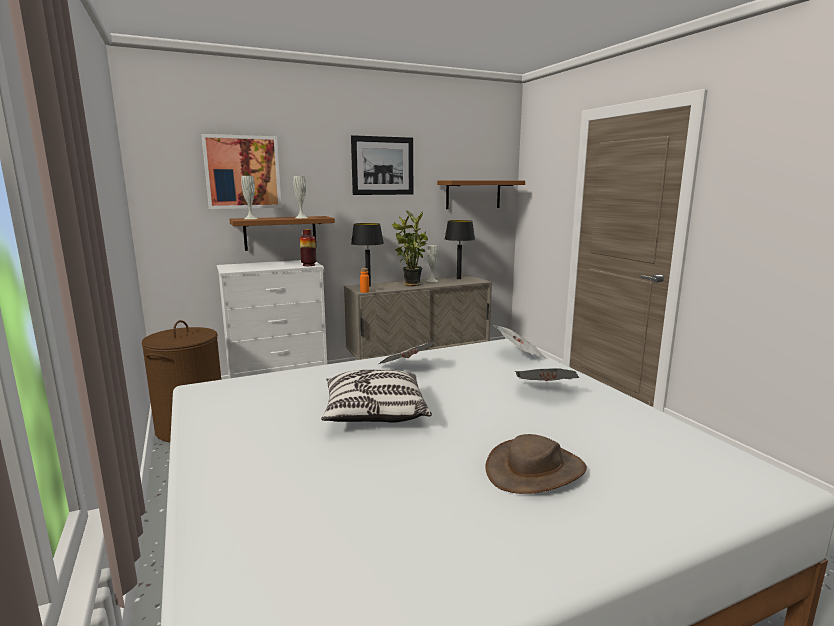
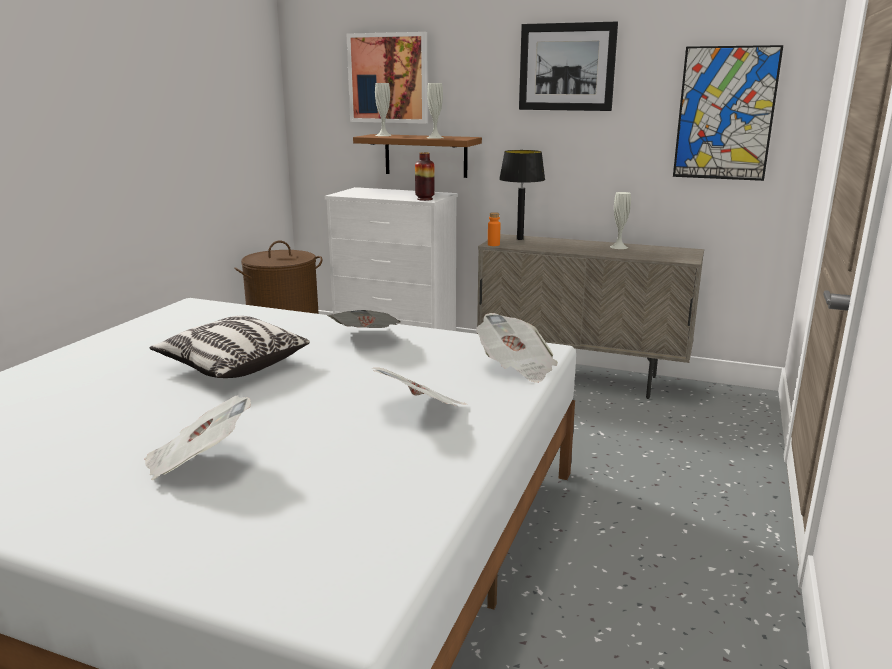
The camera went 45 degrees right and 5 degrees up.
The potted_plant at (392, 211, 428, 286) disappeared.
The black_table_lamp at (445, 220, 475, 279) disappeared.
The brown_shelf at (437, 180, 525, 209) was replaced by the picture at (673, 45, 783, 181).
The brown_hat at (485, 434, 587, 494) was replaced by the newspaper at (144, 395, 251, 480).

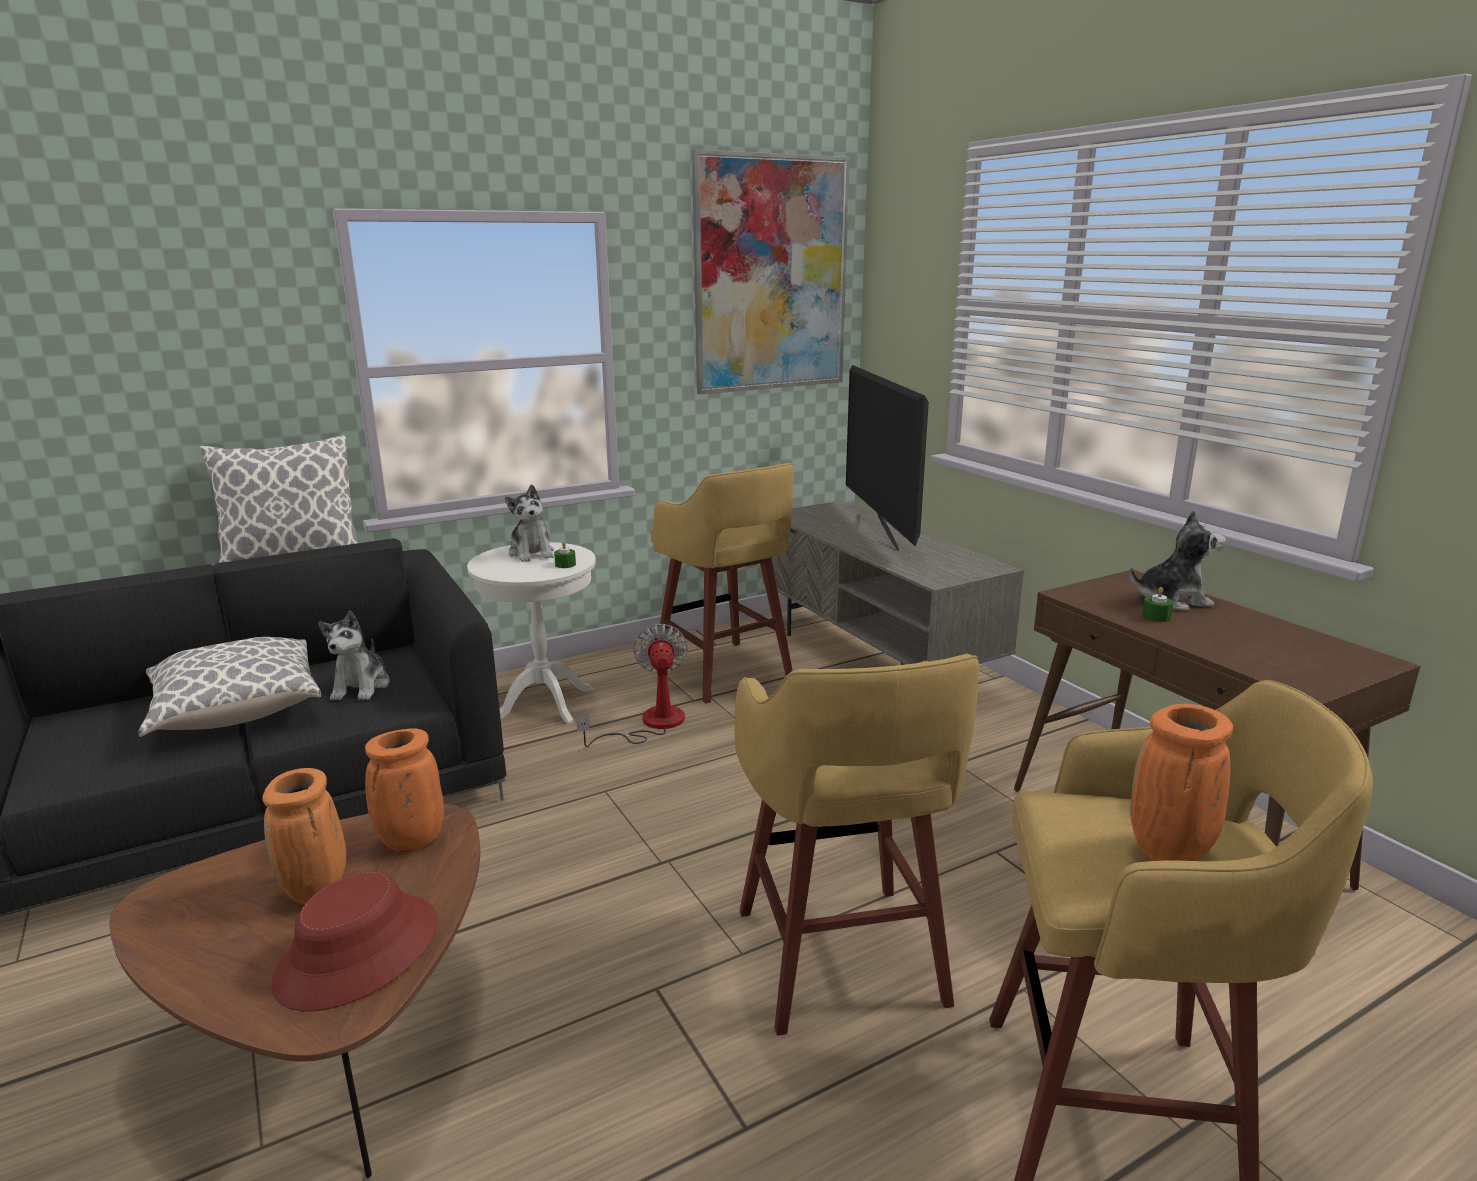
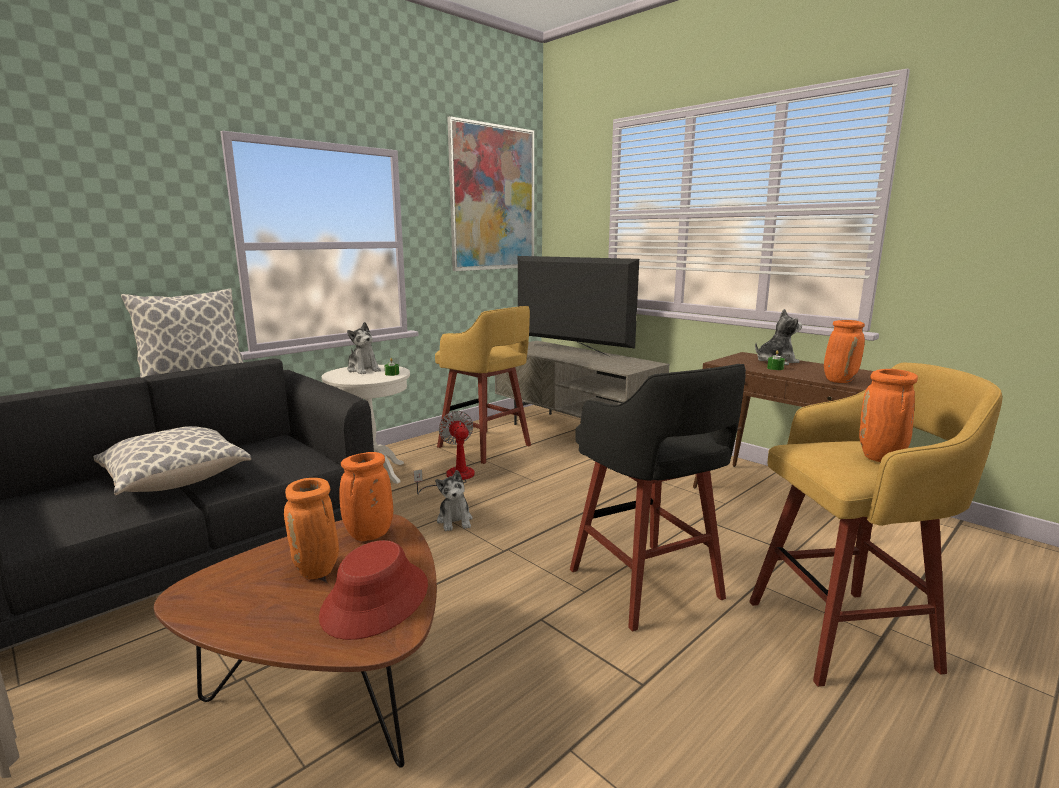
The camera went 15 degrees left and 5 degrees down.
The orange_vase at (824, 320, 865, 383) appeared.
The plush_toy moved from (318, 611, 390, 700) to (435, 470, 473, 531).
The yellow_stool at (734, 654, 979, 1036) became the black_stool at (570, 364, 746, 632).
The television at (846, 365, 929, 551) turned 150 degrees clockwise.

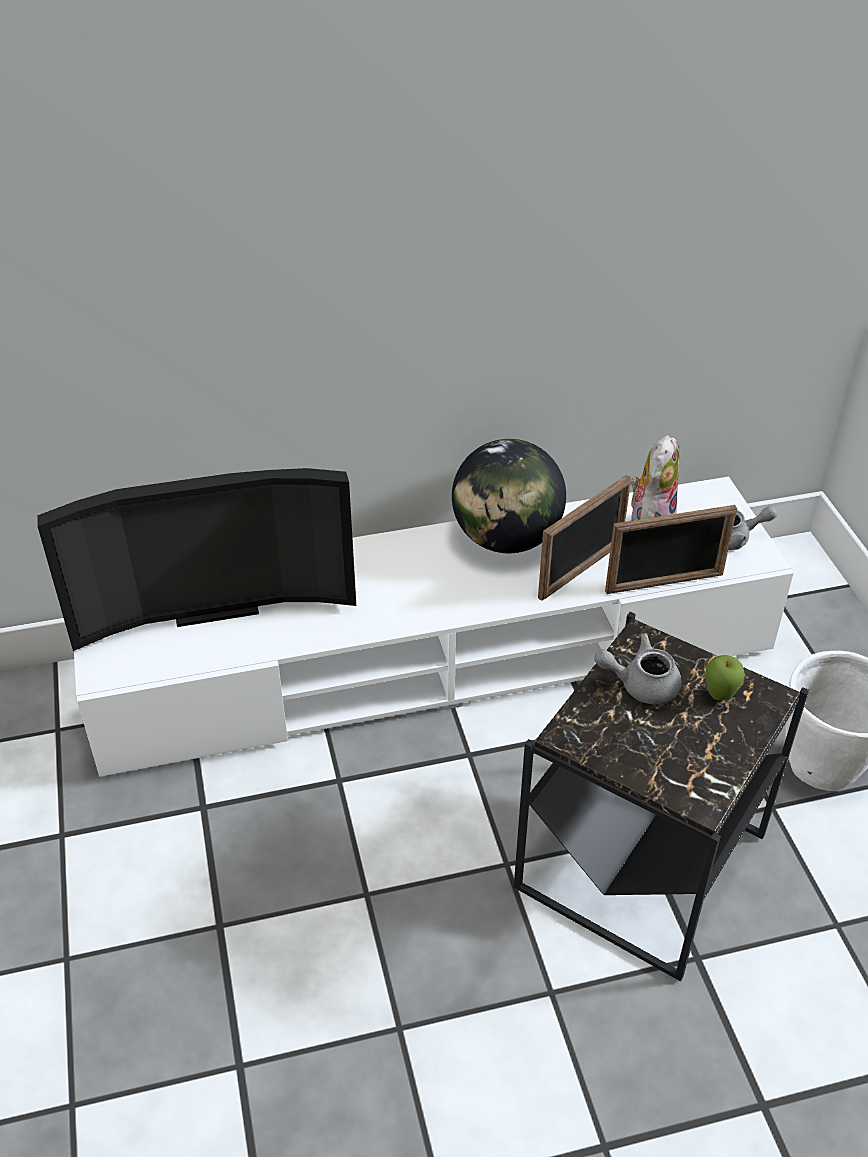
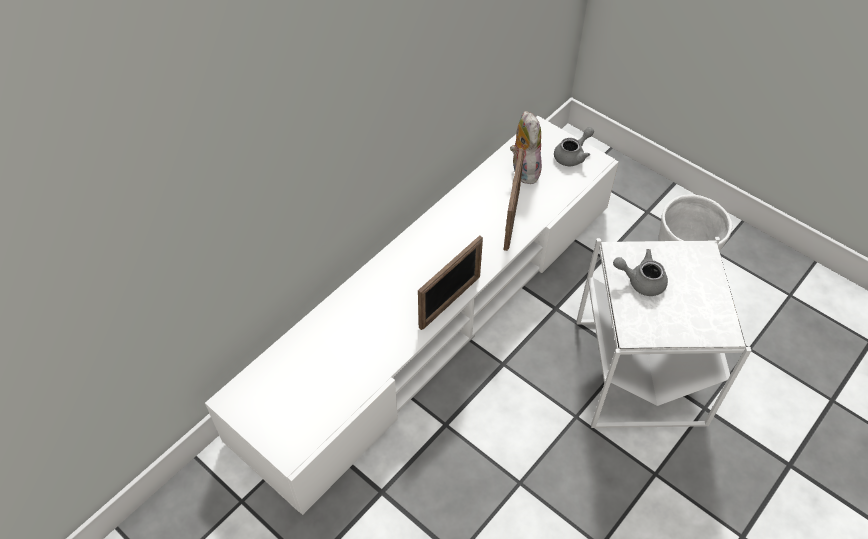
The camera went 35 degrees left and 10 degrees up.
The television at (38, 468, 356, 651) disappeared.
The globe at (452, 439, 566, 553) disappeared.
The apple at (706, 655, 745, 701) disappeared.
The picture_frame moved from (605, 505, 737, 594) to (418, 235, 483, 330).
The black_side_table at (514, 612, 809, 981) became the white_side_table at (576, 237, 751, 428).
The grey_teapot at (594, 633, 682, 704) turned 45 degrees clockwise.

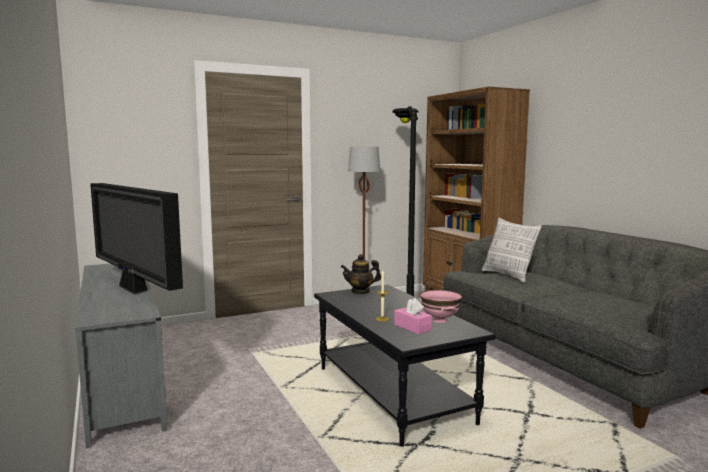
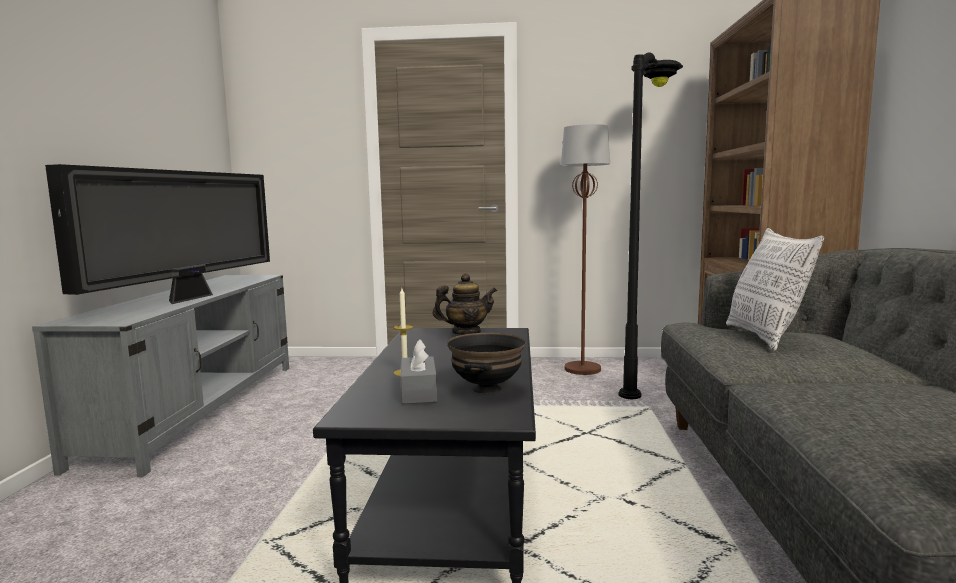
The camera went 30 degrees right and 0 degrees up.
The pink_tissue_box at (394, 298, 432, 334) became the grey_tissue_box at (400, 339, 437, 404).
The pink_bowl at (420, 290, 462, 323) became the black_bowl at (447, 333, 526, 394).
The television at (90, 183, 183, 295) turned 150 degrees counterclockwise.
The teapot at (341, 254, 381, 294) turned 150 degrees clockwise.

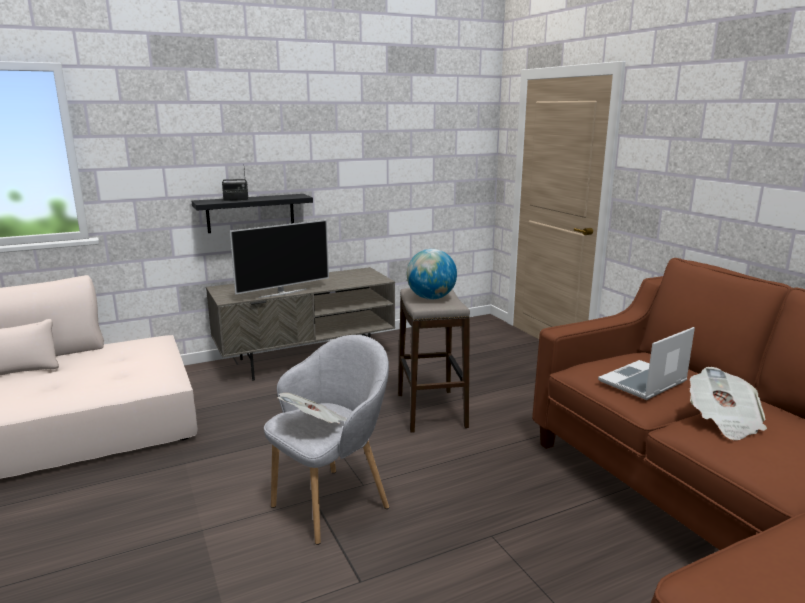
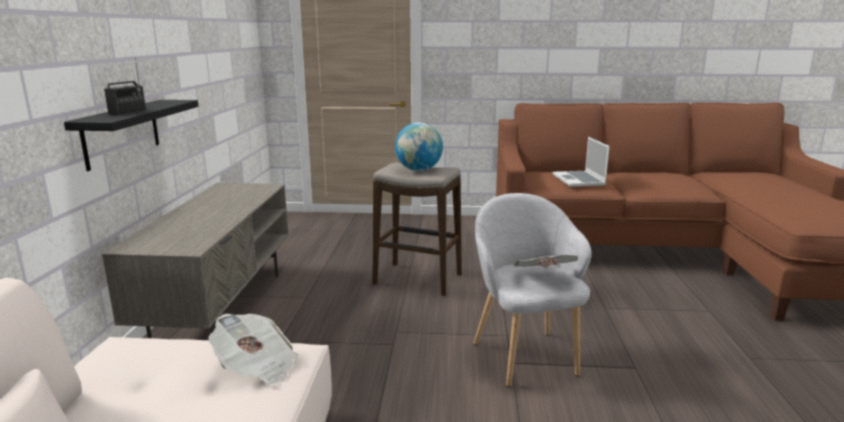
The camera went 60 degrees left and 0 degrees up.
The television at (230, 220, 329, 298) disappeared.
The newspaper moved from (690, 367, 767, 440) to (208, 314, 298, 386).

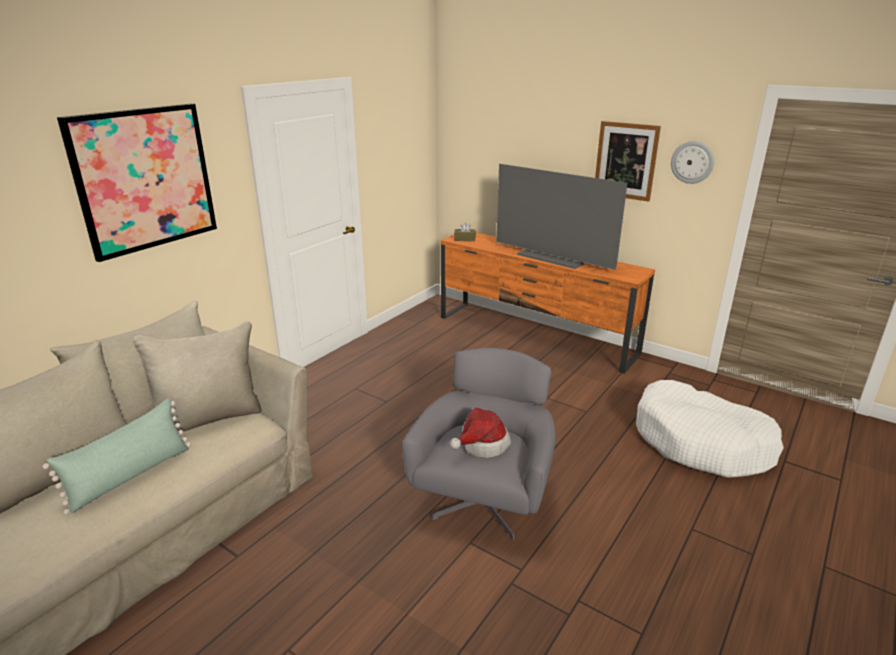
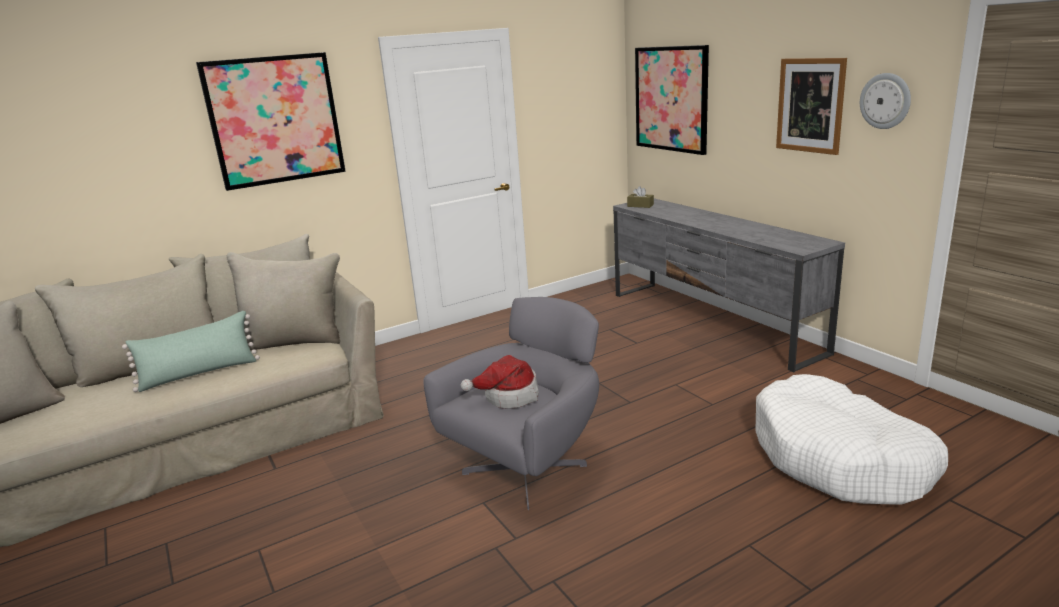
The camera went 25 degrees right and 5 degrees down.
The television at (496, 164, 627, 270) disappeared.
The picture at (635, 45, 709, 155) appeared.
The orange_tv_stand at (440, 232, 655, 374) became the grey_tv_stand at (613, 198, 845, 372).

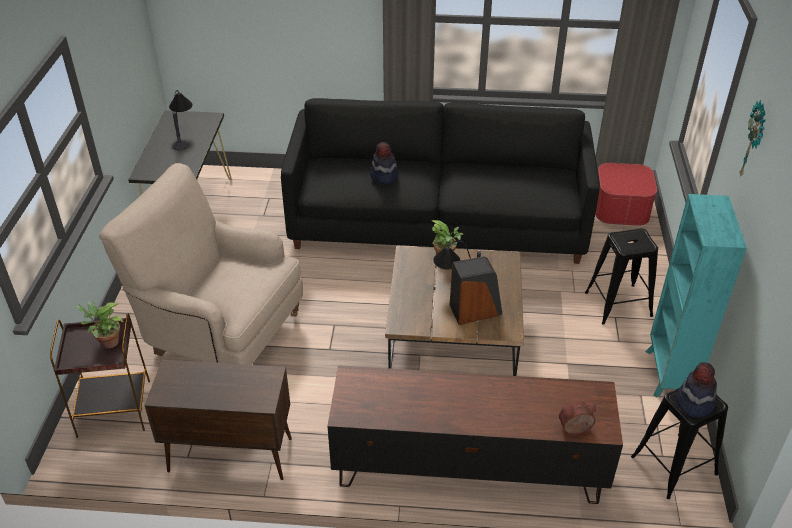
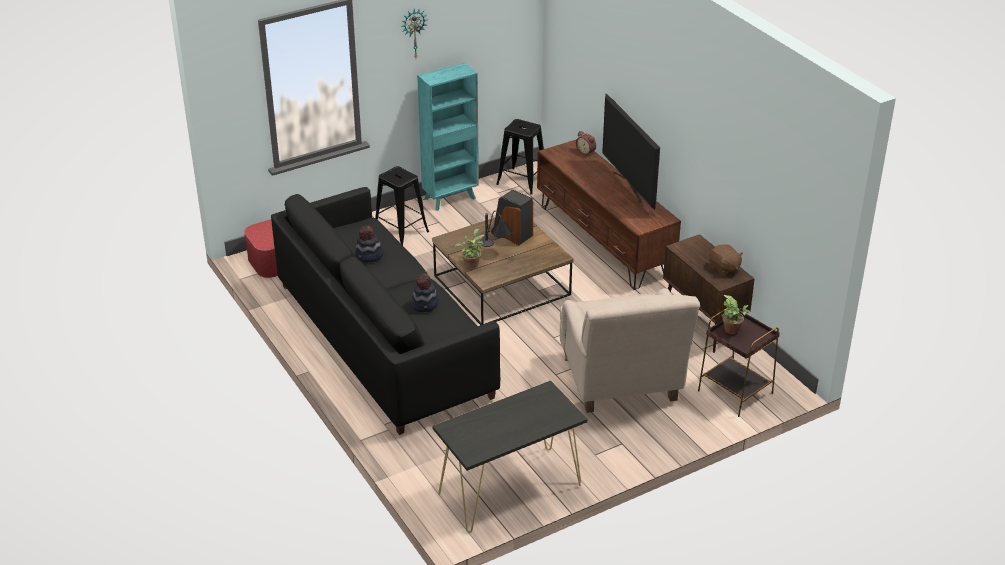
The camera went 125 degrees left and 5 degrees down.
The table_lamp at (169, 90, 193, 150) disappeared.
The television at (602, 94, 660, 210) appeared.
The brown_plush_toy at (709, 244, 743, 276) appeared.
The hat moved from (676, 362, 717, 418) to (355, 226, 384, 262).

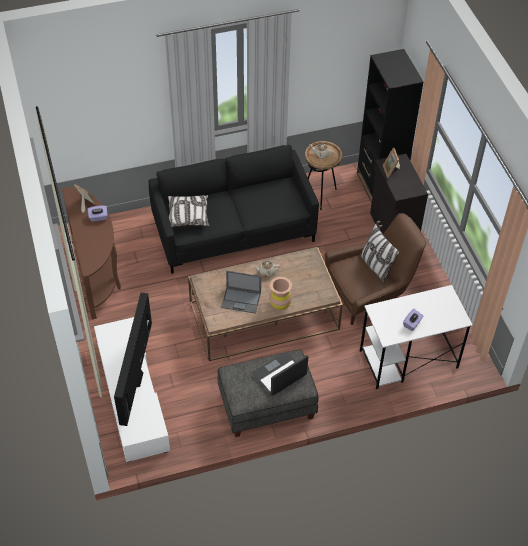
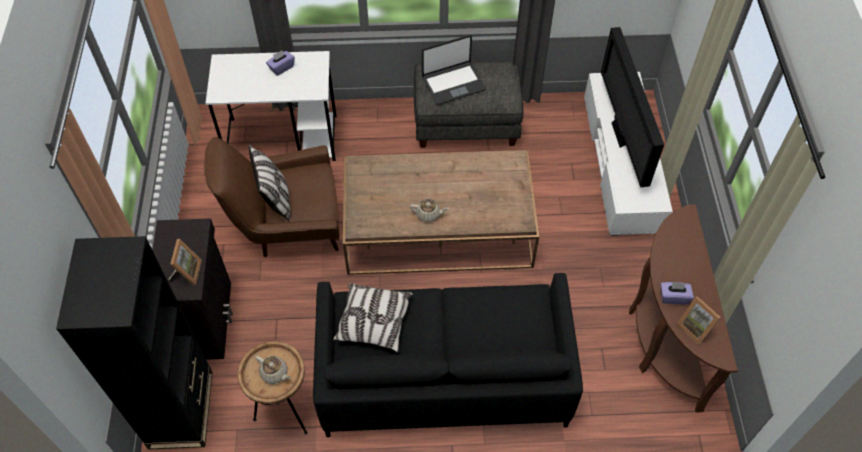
The camera went 165 degrees left and 5 degrees up.
The laptop at (221, 271, 261, 314) disappeared.
The brown_vase at (269, 277, 292, 310) disappeared.
The pillow moved from (168, 195, 209, 228) to (333, 283, 413, 352).
The television at (114, 293, 152, 426) turned 150 degrees clockwise.

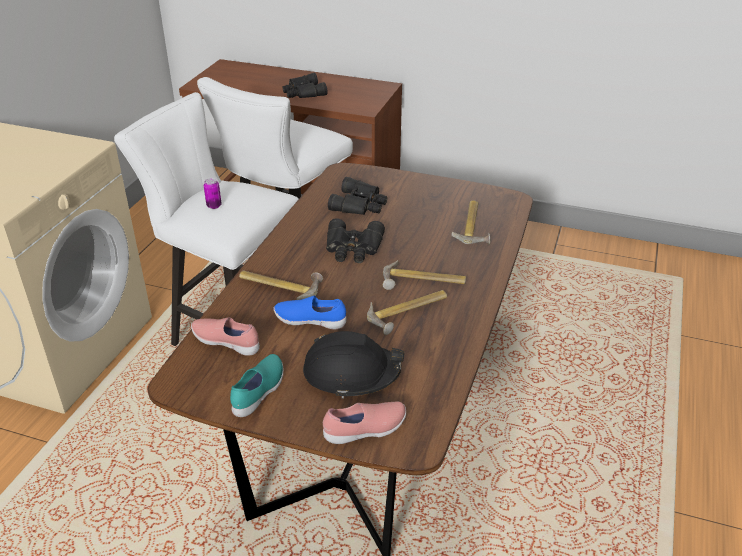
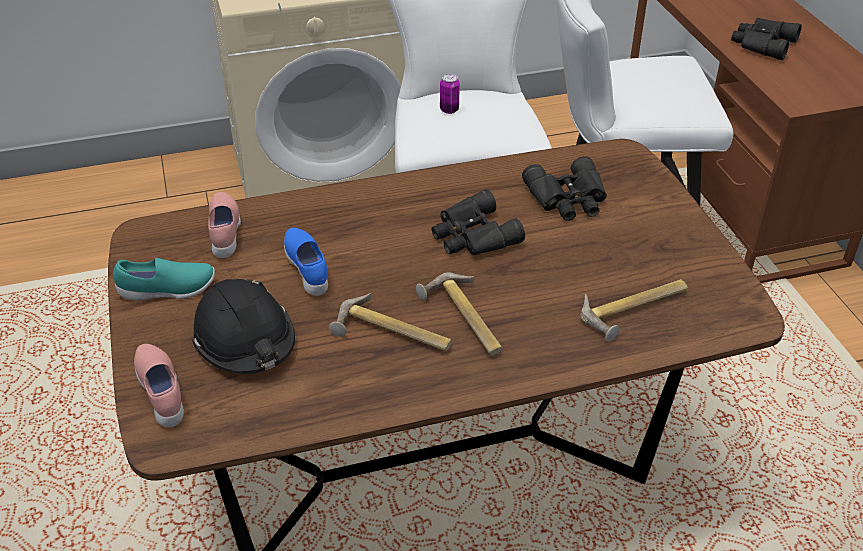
The camera went 55 degrees right and 5 degrees up.
The hammer at (239, 271, 323, 300) disappeared.
The pink_shoe at (323, 401, 406, 444) turned 150 degrees counterclockwise.

